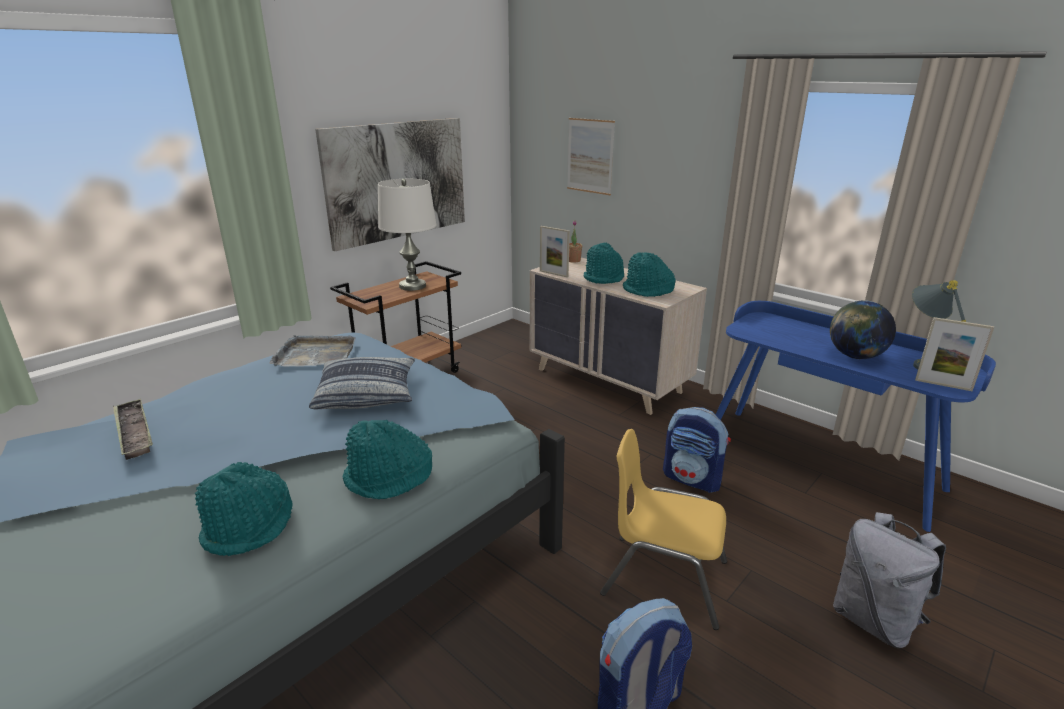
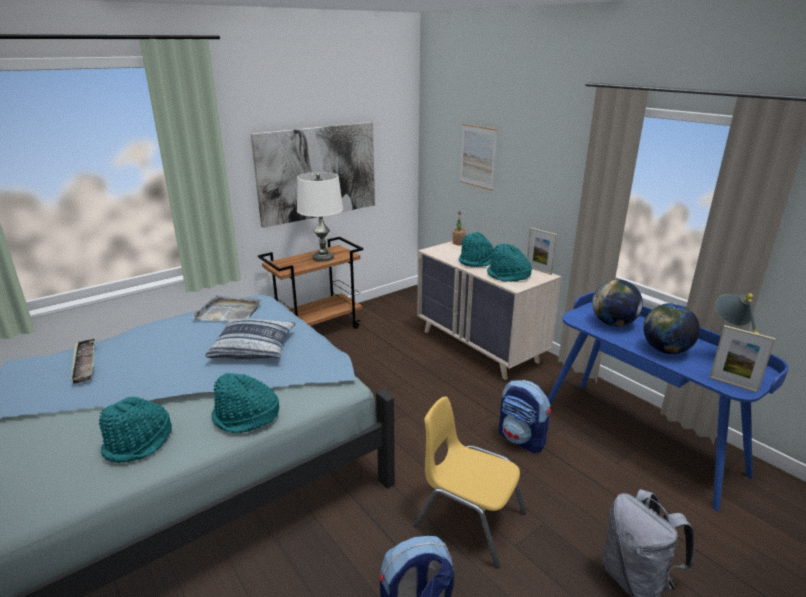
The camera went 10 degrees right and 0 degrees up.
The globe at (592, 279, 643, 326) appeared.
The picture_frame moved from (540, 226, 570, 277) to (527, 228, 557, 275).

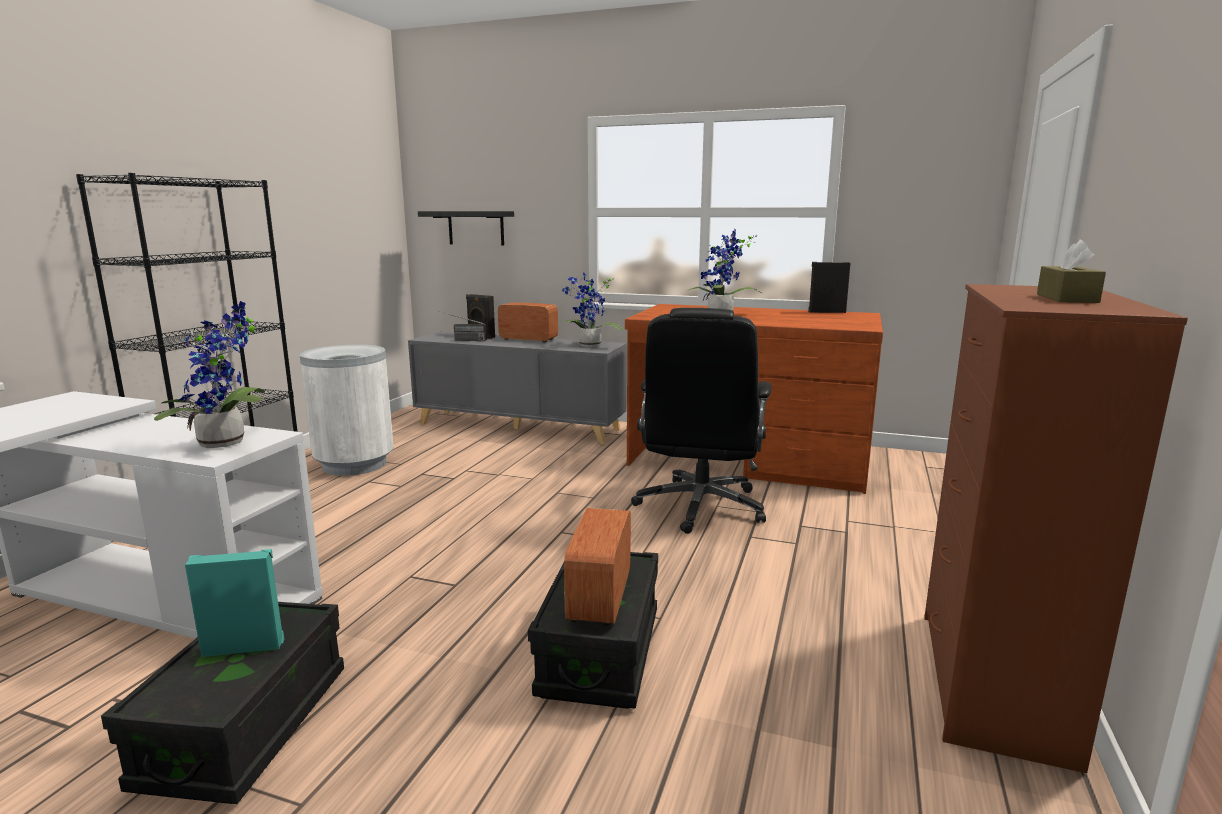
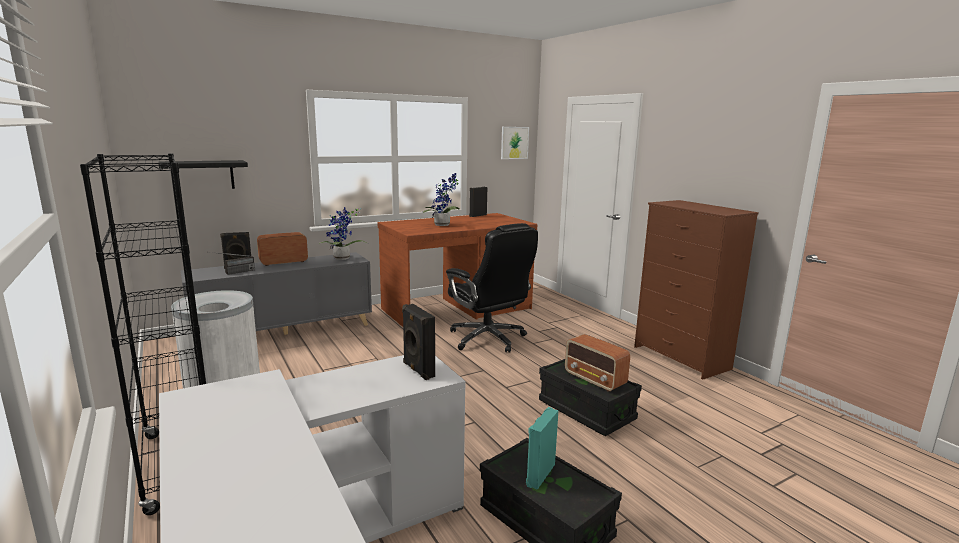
The camera went 50 degrees left and 0 degrees up.
The brown_tissue_box at (1037, 239, 1106, 303) disappeared.
The picture at (501, 127, 529, 159) appeared.
The potted_plant at (154, 301, 265, 448) was replaced by the black_speaker at (402, 304, 435, 380).

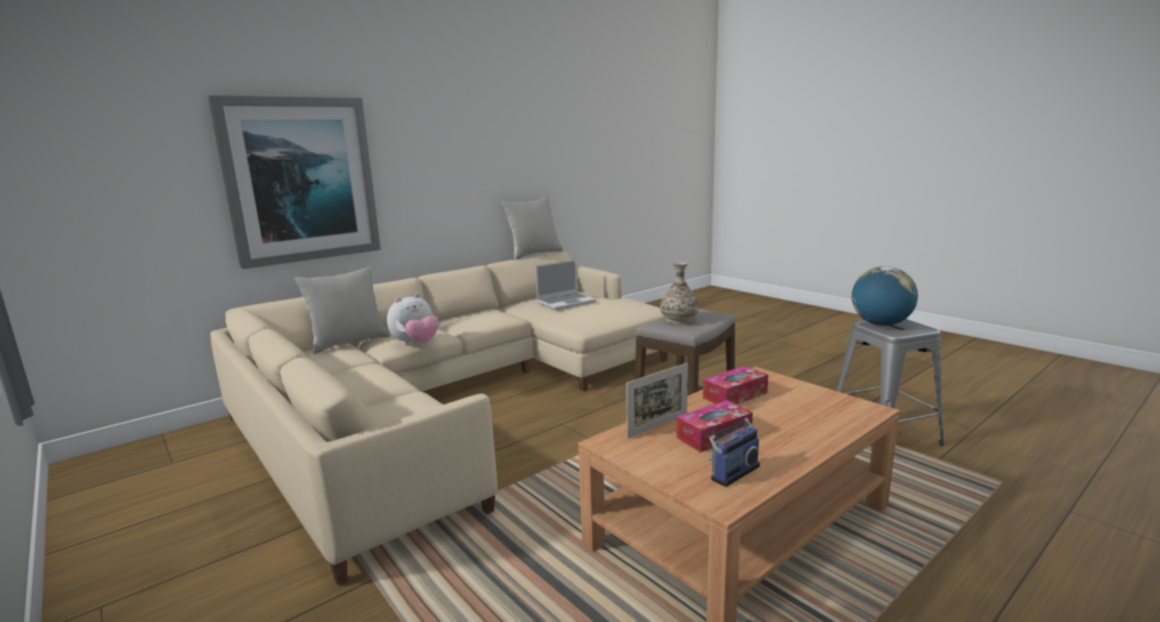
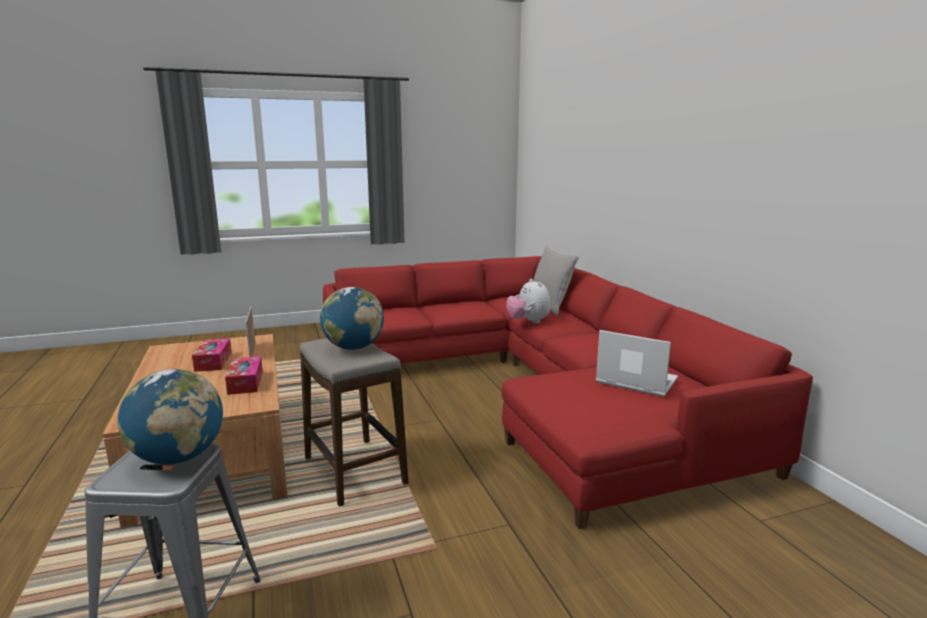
The camera went 110 degrees right and 0 degrees up.
The picture at (208, 95, 381, 269) disappeared.
The grey_pillow at (501, 197, 563, 260) disappeared.
The radio at (708, 398, 760, 487) disappeared.
The vase at (660, 262, 699, 324) was replaced by the globe at (320, 287, 384, 350).
The beige_sofa at (210, 251, 668, 586) became the red_sofa at (323, 256, 813, 529).
The laptop at (535, 259, 596, 310) turned 135 degrees clockwise.

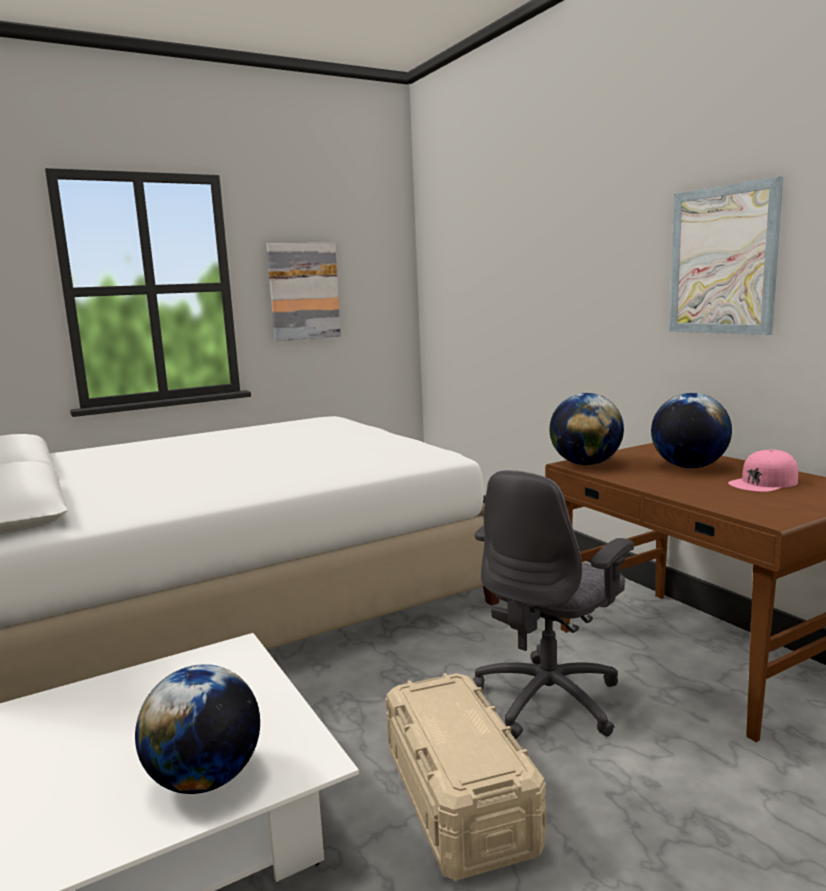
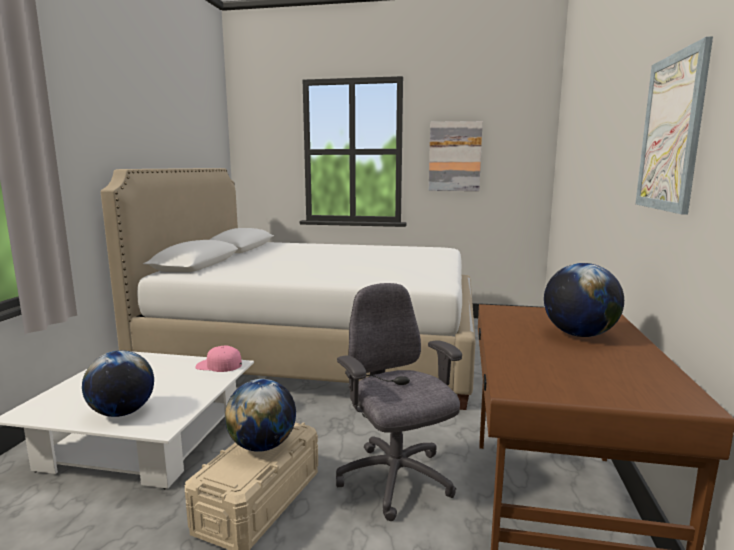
The camera went 40 degrees right and 0 degrees up.
The globe moved from (549, 393, 624, 465) to (225, 379, 296, 452).
The pink_cap moved from (728, 449, 798, 492) to (196, 346, 242, 372).
The grey_office_chair at (473, 470, 634, 739) turned 75 degrees clockwise.

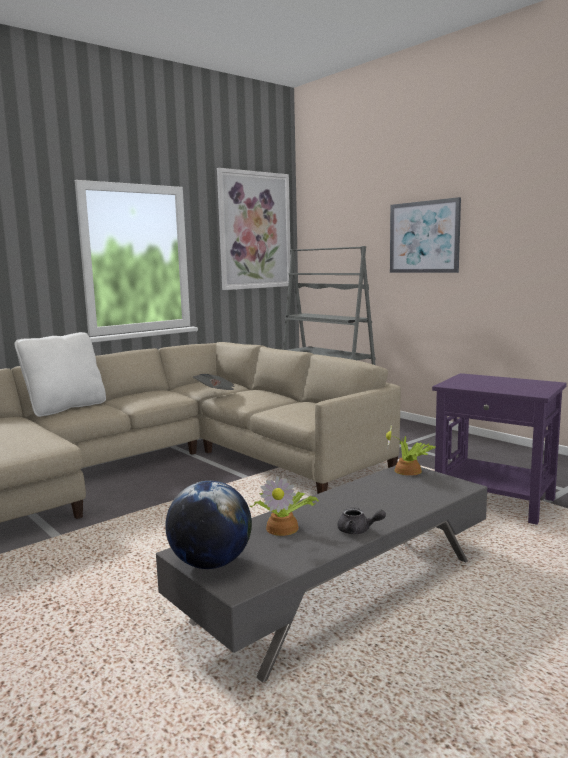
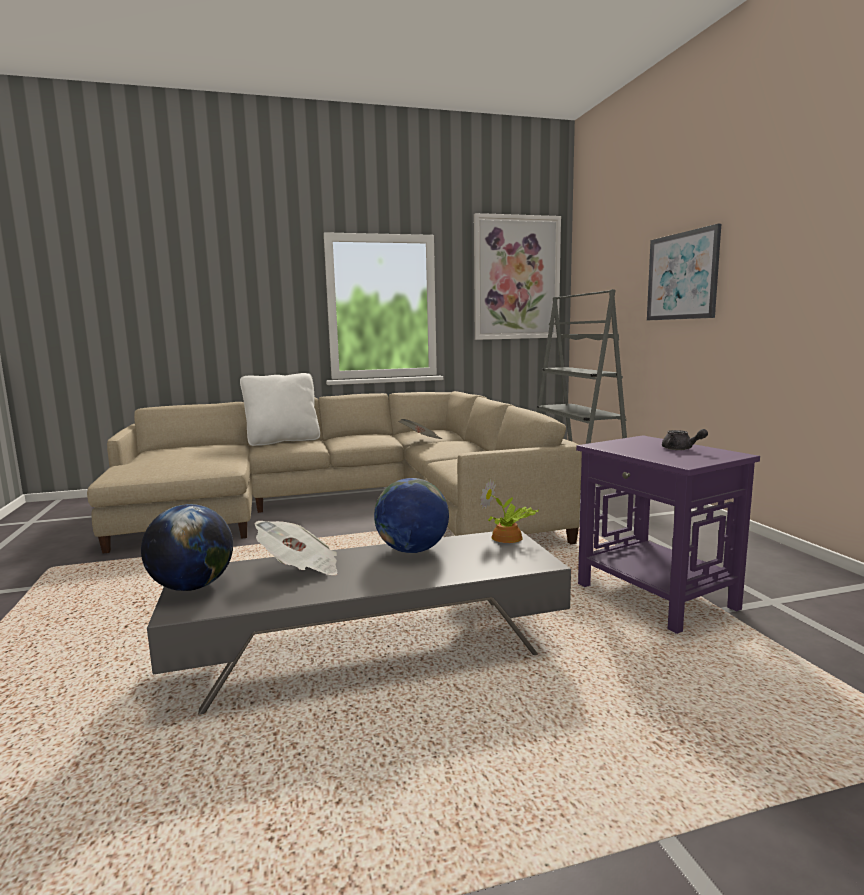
The camera went 25 degrees right and 0 degrees up.
The globe at (374, 478, 449, 553) appeared.
The grey_teapot moved from (337, 508, 386, 534) to (662, 429, 708, 450).
The potted_plant at (249, 476, 319, 536) was replaced by the newspaper at (255, 521, 337, 575).

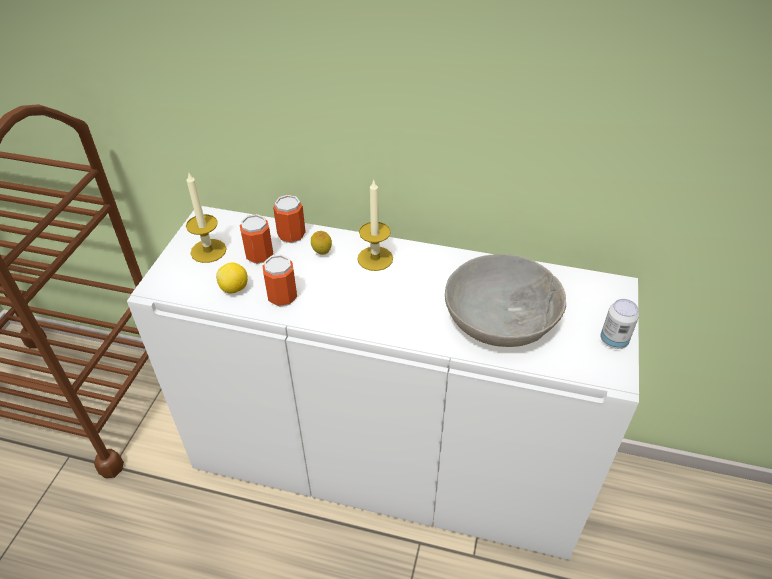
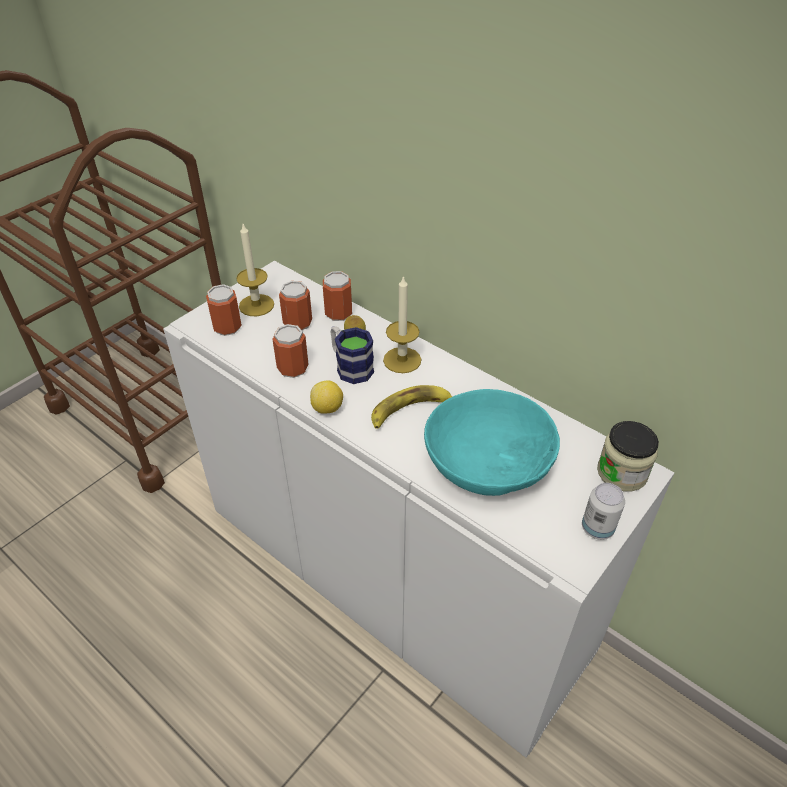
The camera went 25 degrees right and 0 degrees up.
The can at (206, 284, 242, 336) appeared.
The mug at (330, 326, 374, 384) appeared.
The banana at (371, 385, 452, 429) appeared.
The jar at (597, 421, 659, 491) appeared.
The lemon moved from (216, 262, 248, 293) to (310, 380, 343, 414).
The grey_bowl at (445, 254, 566, 347) became the turquoise_bowl at (424, 389, 560, 496).

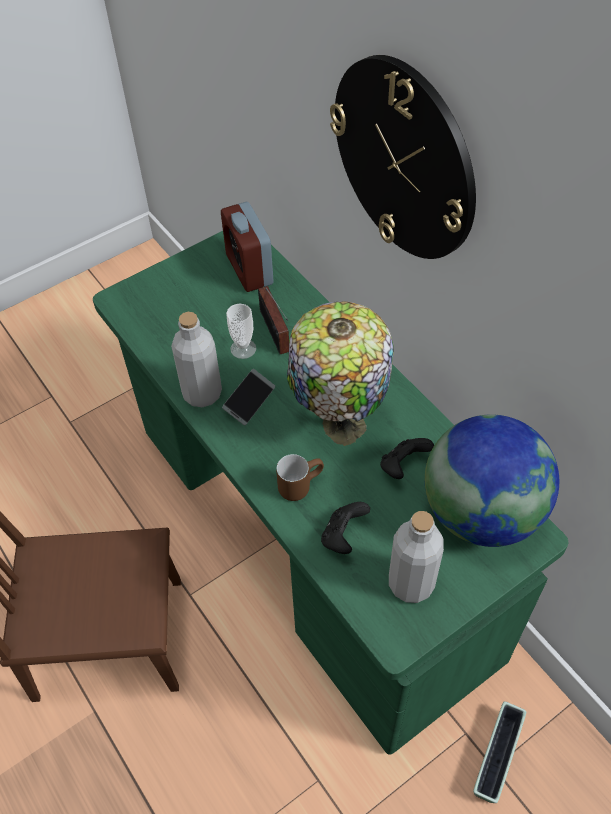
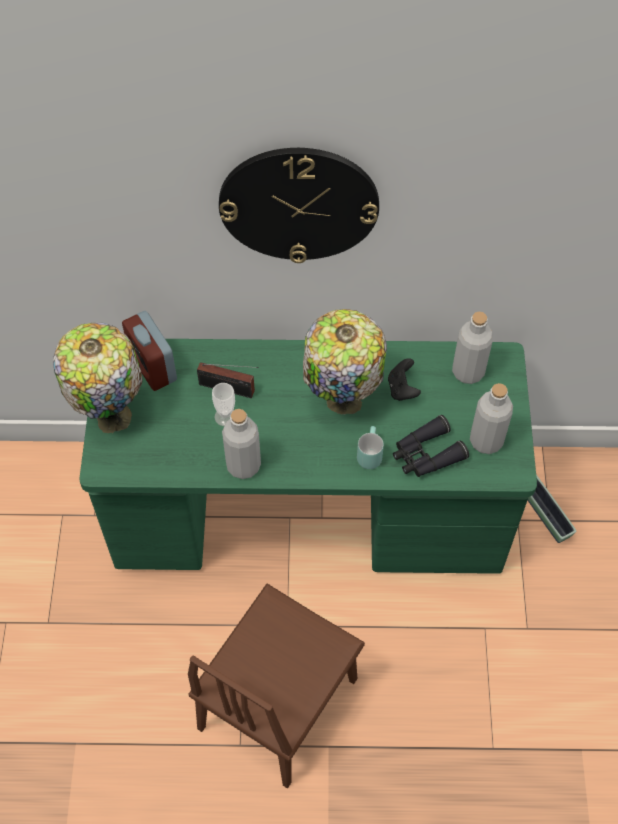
The camera went 55 degrees left and 5 degrees up.
The phone at (222, 369, 275, 426) disappeared.
The table_lamp at (53, 323, 143, 433) appeared.
The black_game_controller at (321, 502, 370, 554) was replaced by the black_binoculars at (393, 415, 469, 477).
The globe at (425, 414, 559, 547) was replaced by the grey_bottle at (452, 312, 493, 384).
The brown_mug at (276, 454, 324, 501) became the turquoise_mug at (357, 426, 384, 469).
The alarm_clock at (221, 202, 273, 292) turned 45 degrees clockwise.

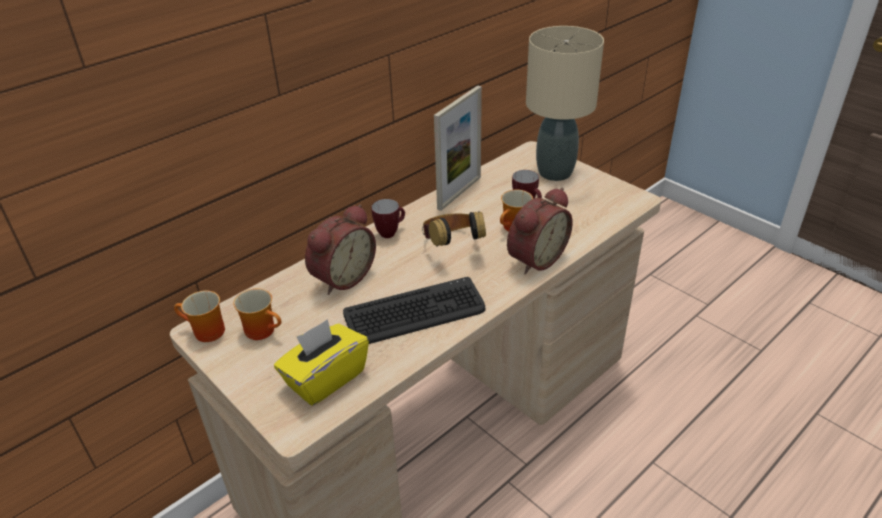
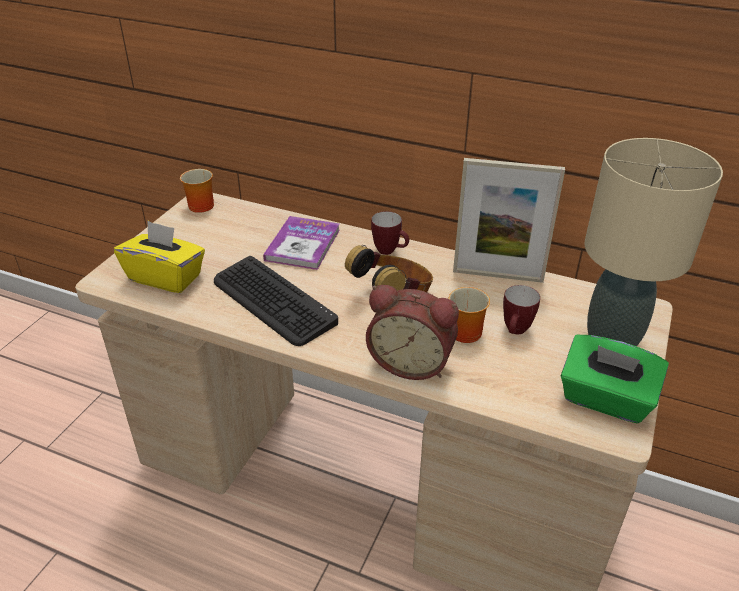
The camera went 65 degrees right and 0 degrees up.
The mug at (233, 288, 282, 340) disappeared.
The green_tissue_box at (561, 335, 669, 423) appeared.
The alarm_clock at (305, 204, 376, 295) was replaced by the book at (263, 216, 340, 270).

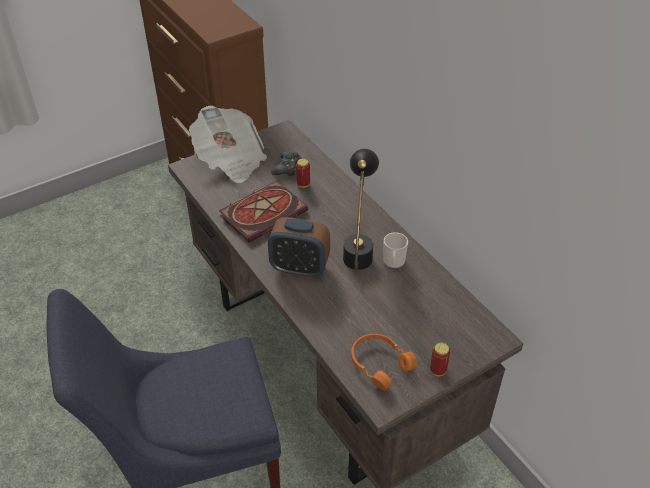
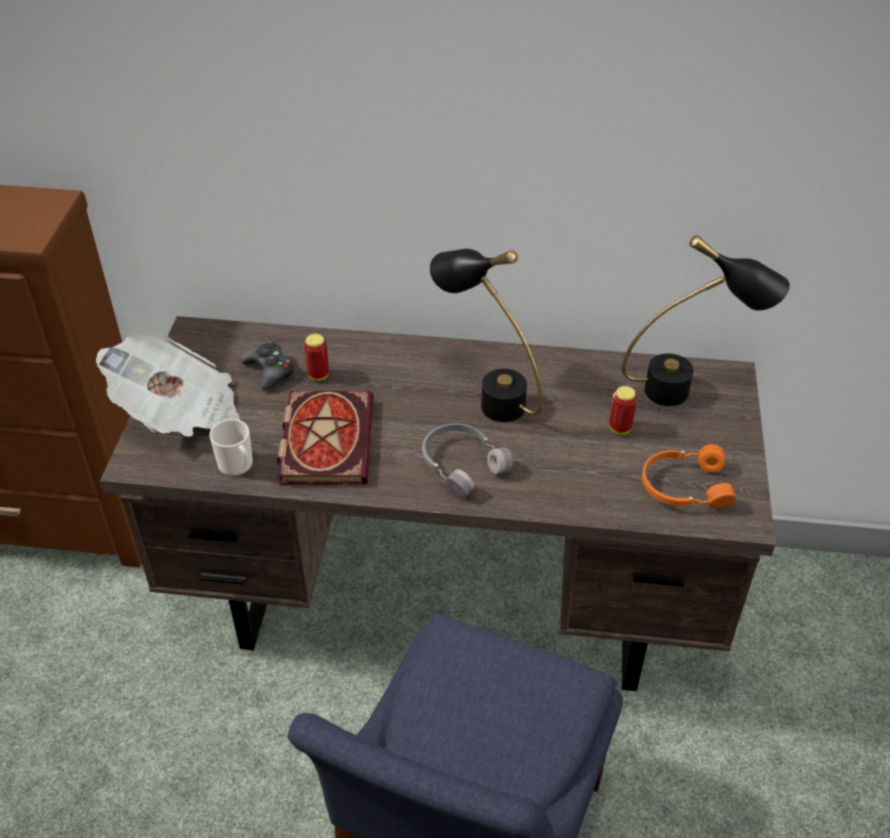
The camera went 50 degrees left and 0 degrees up.
The black_table_lamp at (622, 235, 790, 406) appeared.
The mug moved from (383, 232, 408, 268) to (209, 419, 253, 476).
The can moved from (430, 343, 450, 376) to (609, 386, 637, 434).
The alarm_clock at (268, 217, 330, 278) was replaced by the grey_headphones at (422, 424, 513, 498).

